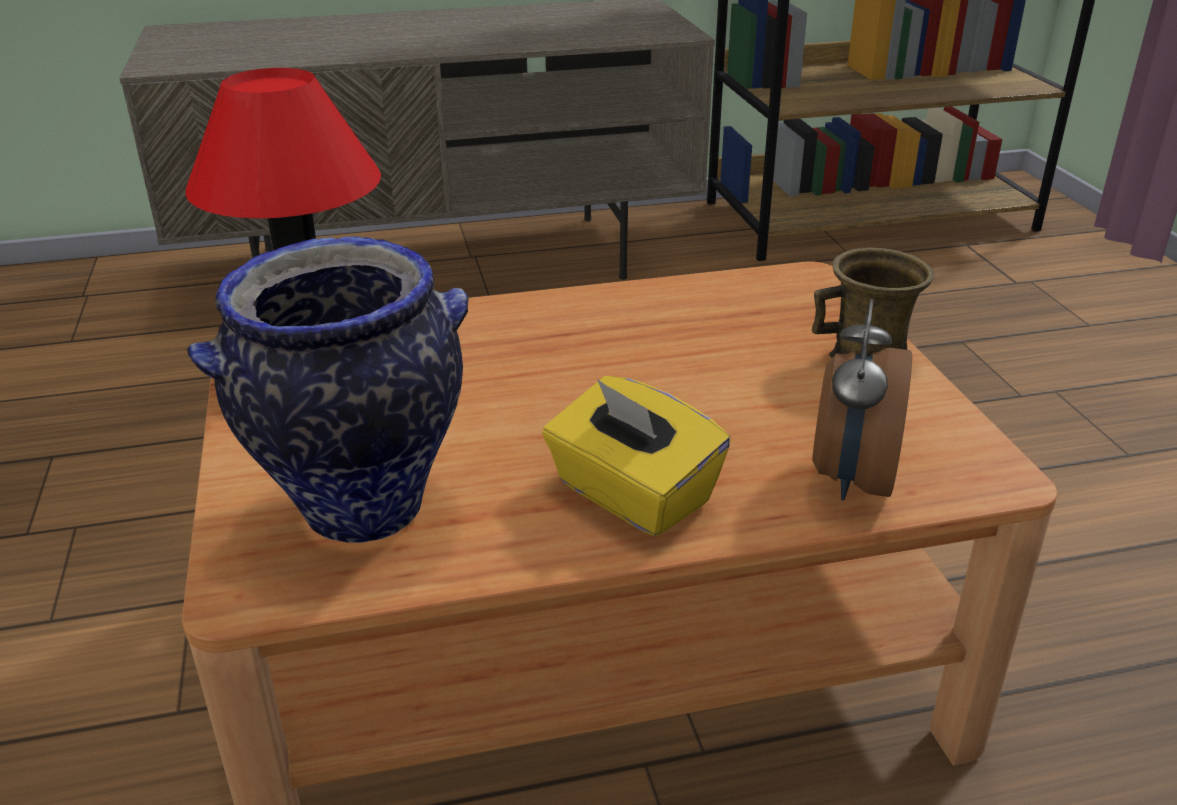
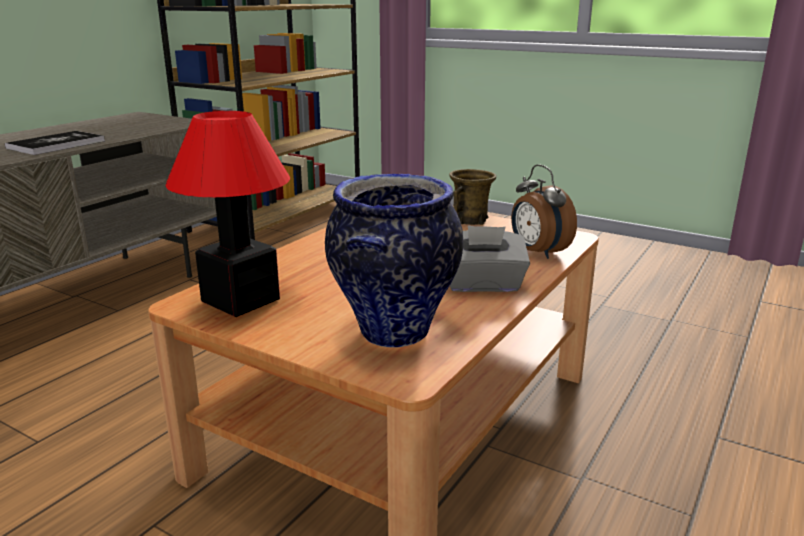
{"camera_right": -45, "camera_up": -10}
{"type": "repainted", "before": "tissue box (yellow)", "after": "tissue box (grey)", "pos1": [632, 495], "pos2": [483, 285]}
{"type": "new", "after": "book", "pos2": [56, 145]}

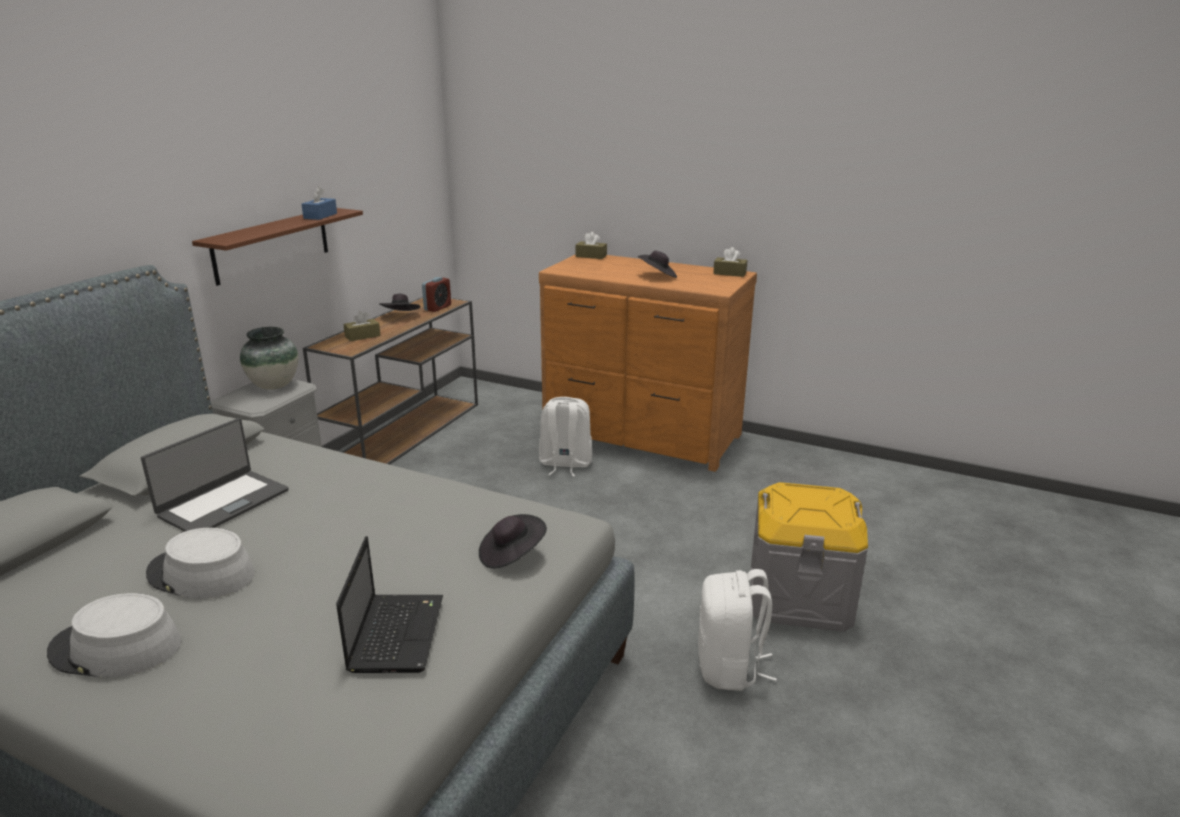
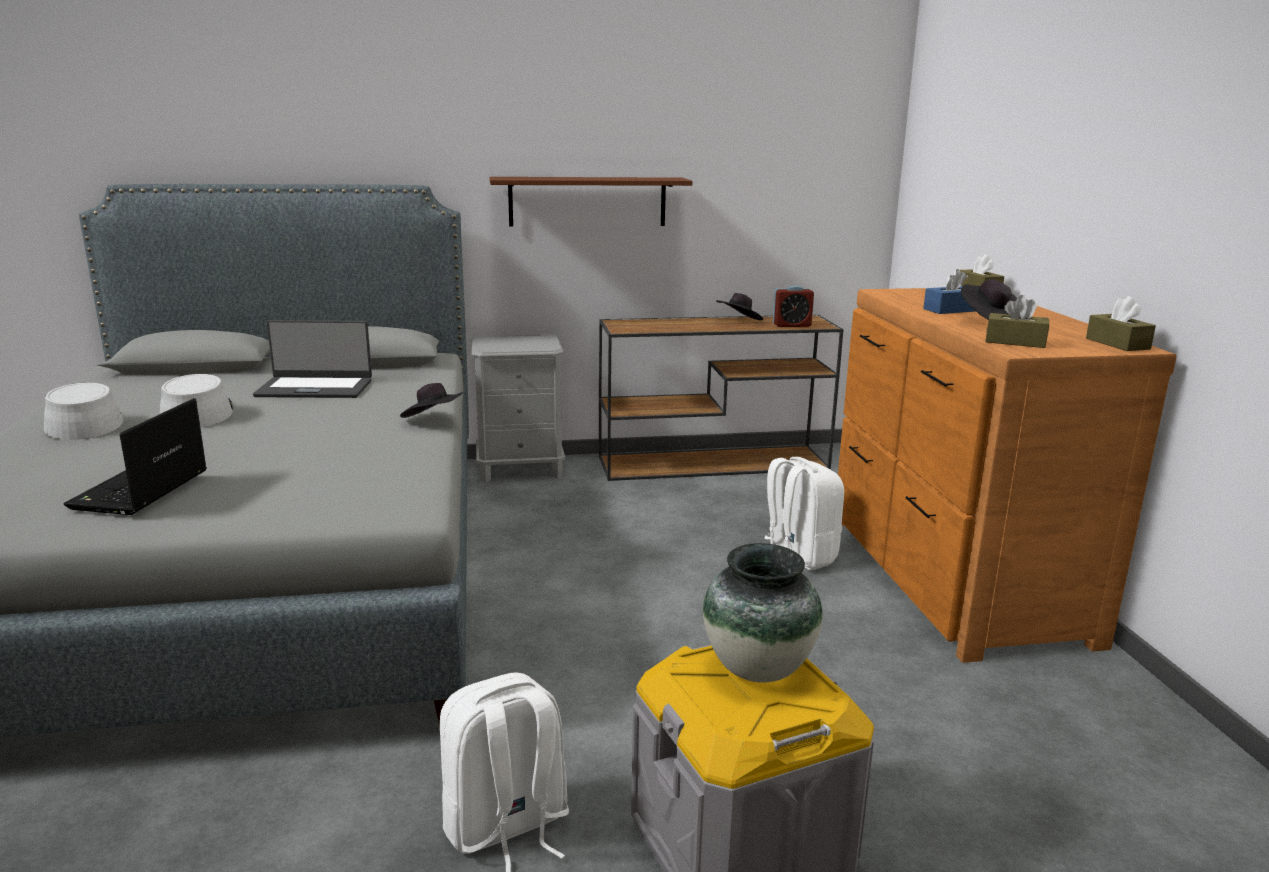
{"camera_right": 55, "camera_up": -5}
{"type": "shifted", "before": "vase", "pos1": [274, 386], "pos2": [757, 669]}
{"type": "shifted", "before": "tissue box (blue)", "pos1": [320, 216], "pos2": [950, 310]}
{"type": "rotated", "before": "laptop", "pos1": [396, 632], "pos2": [139, 491], "turn": 135}
{"type": "shifted", "before": "tissue box (brown)", "pos1": [362, 336], "pos2": [1015, 342]}
{"type": "shifted", "before": "hat (black)", "pos1": [511, 555], "pos2": [434, 421]}

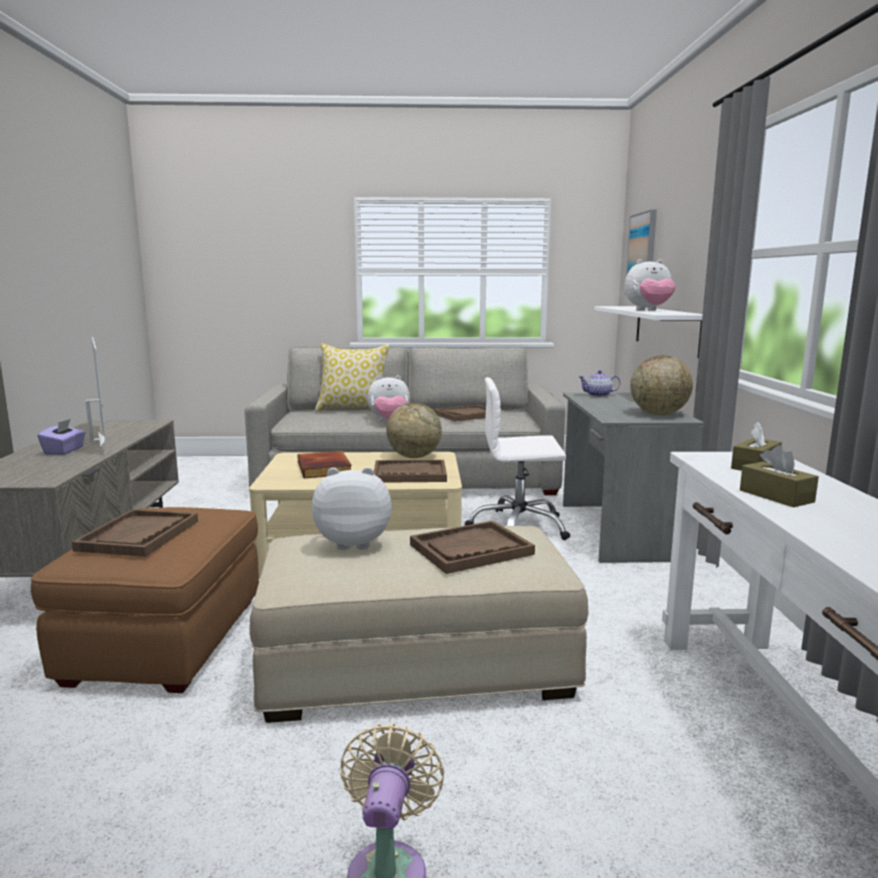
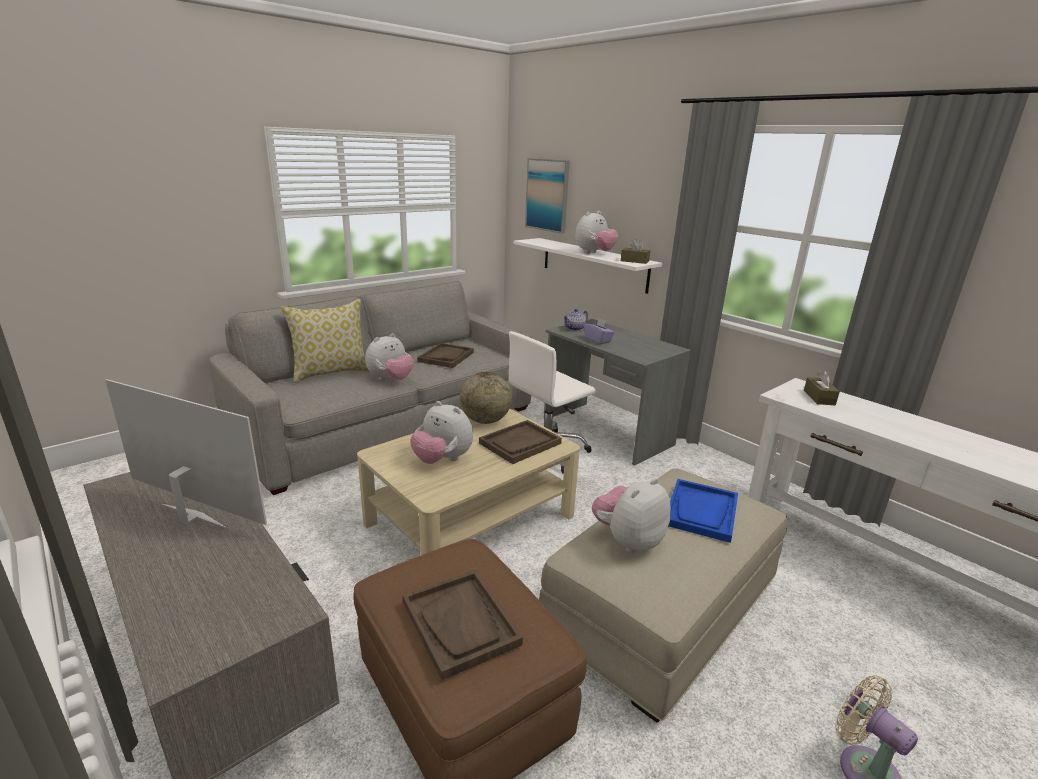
{"camera_right": -40, "camera_up": 10}
{"type": "shifted", "before": "tissue box (purple)", "pos1": [64, 451], "pos2": [598, 340]}
{"type": "swapped", "before": "book", "after": "plush toy", "pos1": [325, 468], "pos2": [442, 460]}
{"type": "repainted", "before": "tray (brown)", "after": "tray (blue)", "pos1": [471, 550], "pos2": [701, 511]}
{"type": "gone", "before": "globe", "pos1": [658, 414]}
{"type": "shifted", "before": "tissue box (brown)", "pos1": [776, 496], "pos2": [634, 261]}

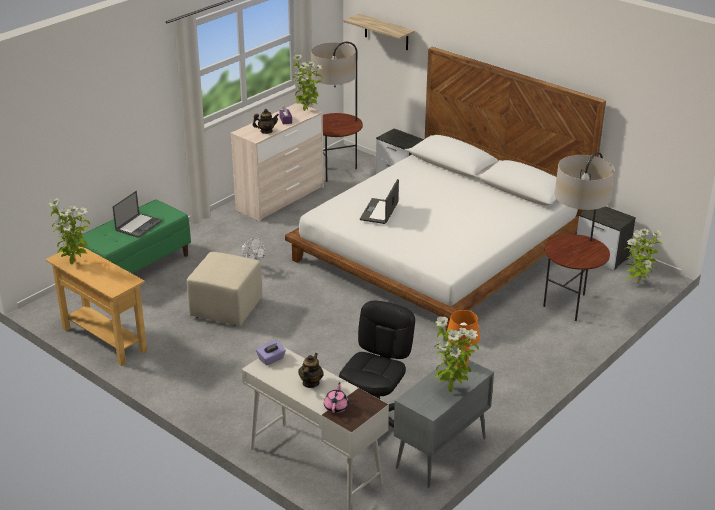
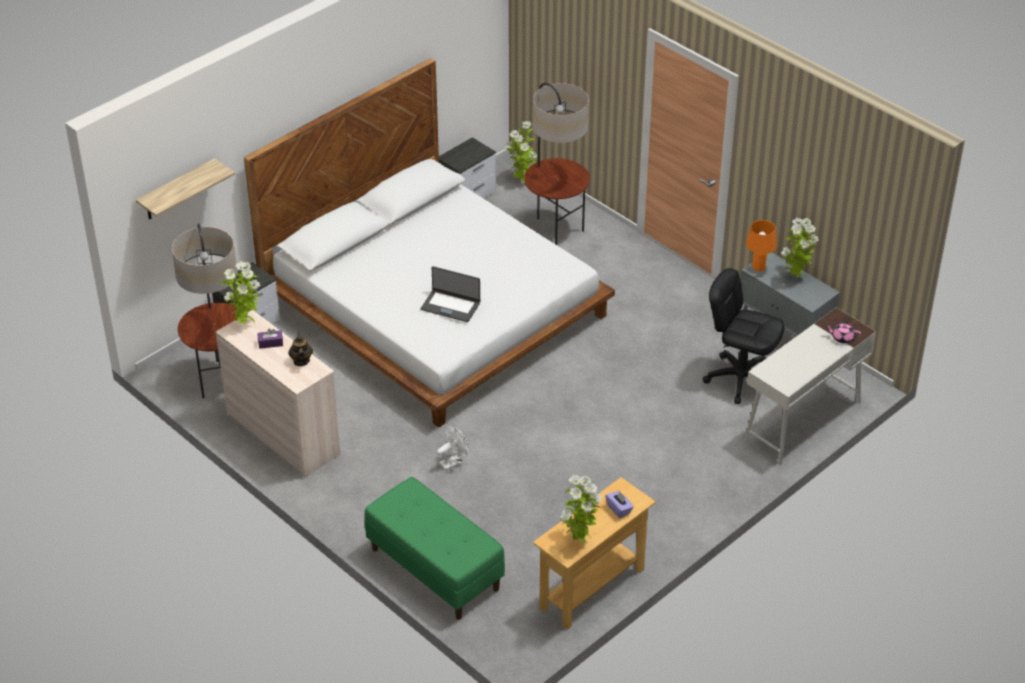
{"camera_right": -85, "camera_up": 10}
{"type": "gone", "before": "laptop", "pos1": [138, 225]}
{"type": "gone", "before": "ottoman (beige)", "pos1": [226, 308]}
{"type": "shifted", "before": "tissue box (purple)", "pos1": [271, 359], "pos2": [619, 509]}
{"type": "gone", "before": "teapot", "pos1": [310, 383]}

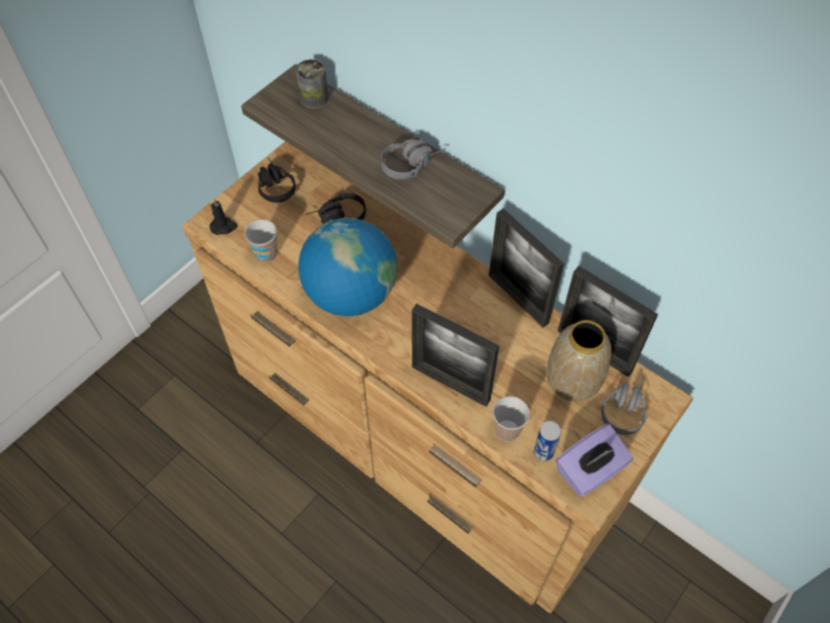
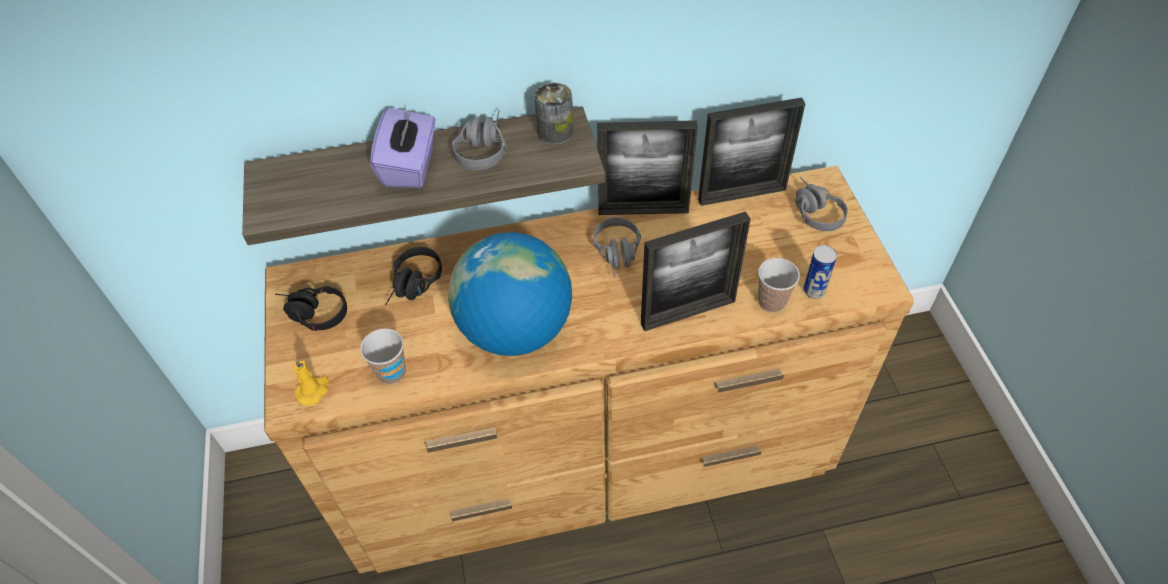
{"camera_right": -50, "camera_up": -5}
{"type": "repainted", "before": "candle (black)", "after": "candle (yellow)", "pos1": [224, 227], "pos2": [314, 390]}
{"type": "shifted", "before": "can", "pos1": [314, 98], "pos2": [555, 132]}
{"type": "gone", "before": "vase", "pos1": [573, 382]}
{"type": "shifted", "before": "tissue box (purple)", "pos1": [590, 471], "pos2": [410, 166]}
{"type": "new", "after": "headphones (grey)", "pos2": [618, 256]}

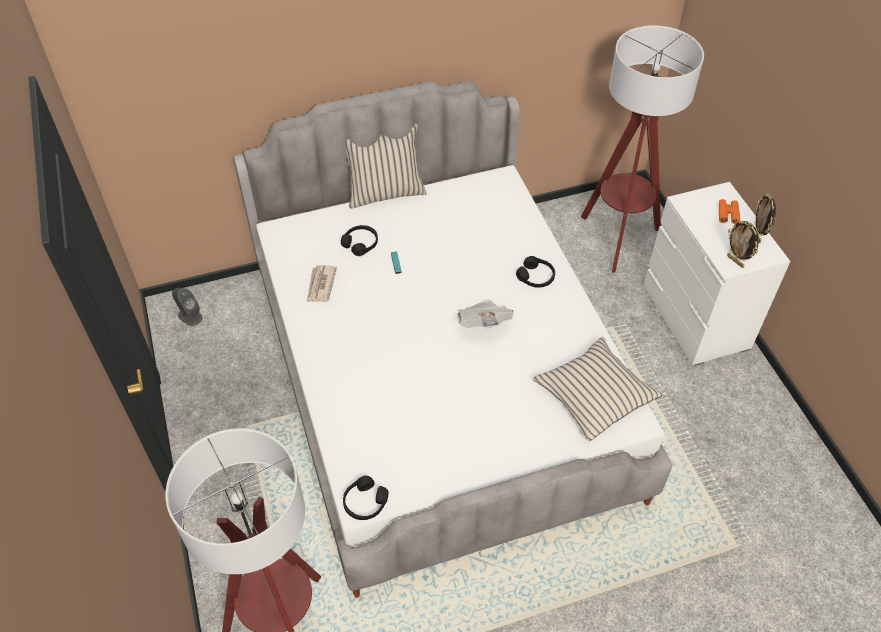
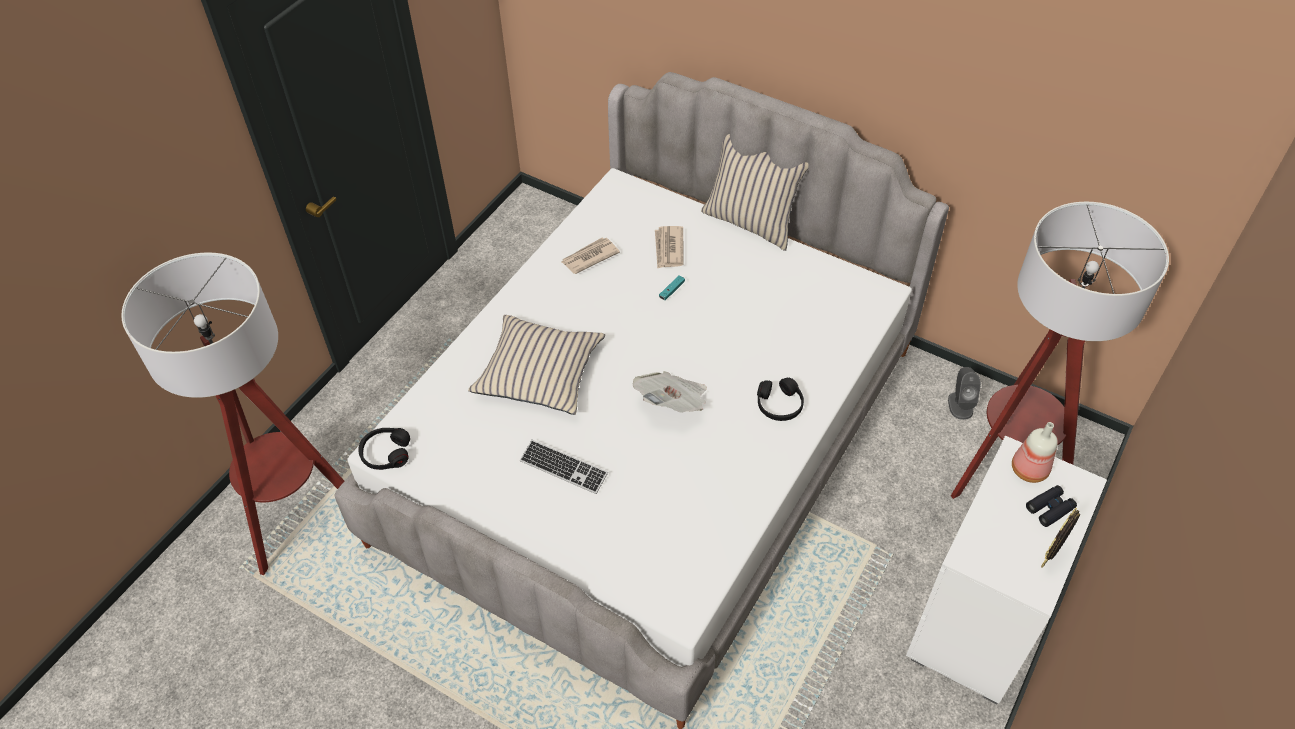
{"camera_right": 50, "camera_up": 0}
{"type": "shifted", "before": "speaker (grey)", "pos1": [190, 316], "pos2": [960, 405]}
{"type": "swapped", "before": "headphones (black)", "after": "newspaper", "pos1": [360, 243], "pos2": [668, 249]}
{"type": "shifted", "before": "pillow (beige)", "pos1": [594, 394], "pos2": [539, 372]}
{"type": "repainted", "before": "binoculars (orange)", "after": "binoculars (black)", "pos1": [728, 214], "pos2": [1050, 508]}
{"type": "gone", "before": "picture frame", "pos1": [735, 261]}
{"type": "new", "after": "keyboard", "pos2": [563, 468]}
{"type": "new", "after": "bottle", "pos2": [1027, 469]}

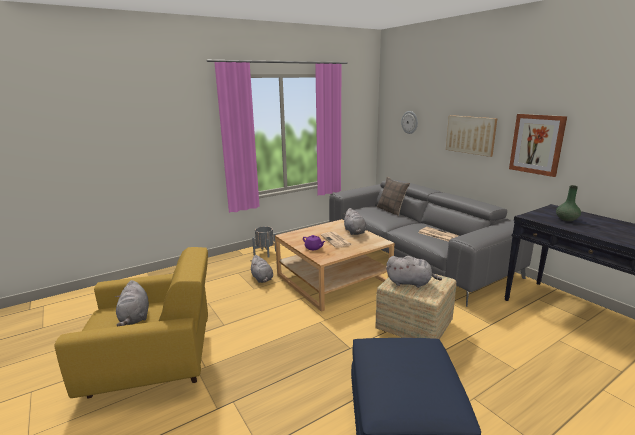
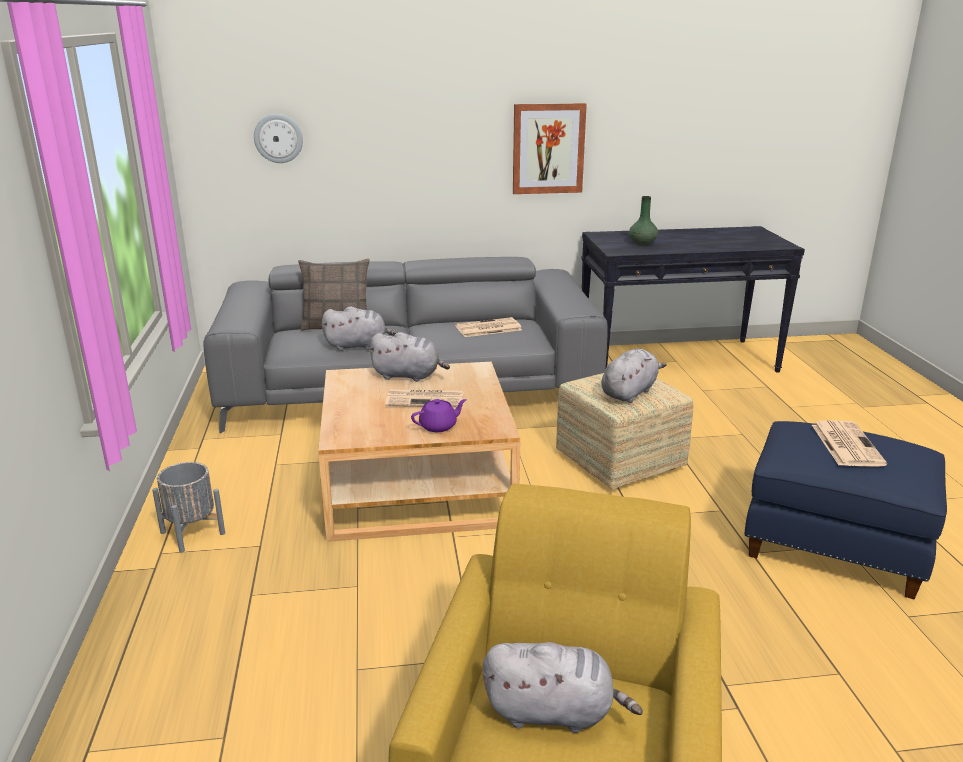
{"camera_right": -65, "camera_up": 5}
{"type": "shifted", "before": "plush toy (grey)", "pos1": [262, 279], "pos2": [358, 346]}
{"type": "gone", "before": "picture", "pos1": [470, 135]}
{"type": "new", "after": "newspaper", "pos2": [845, 444]}

